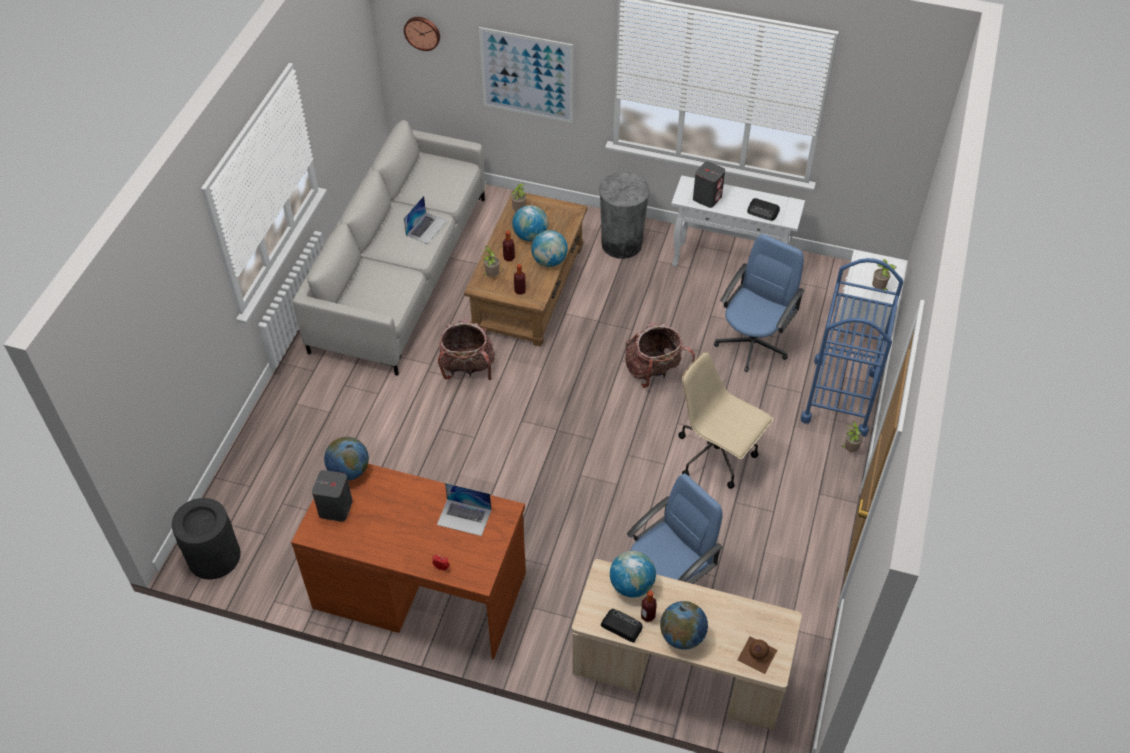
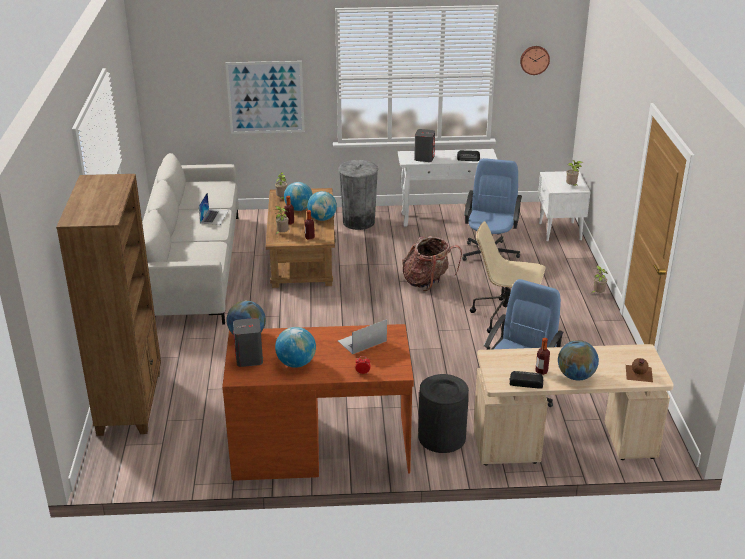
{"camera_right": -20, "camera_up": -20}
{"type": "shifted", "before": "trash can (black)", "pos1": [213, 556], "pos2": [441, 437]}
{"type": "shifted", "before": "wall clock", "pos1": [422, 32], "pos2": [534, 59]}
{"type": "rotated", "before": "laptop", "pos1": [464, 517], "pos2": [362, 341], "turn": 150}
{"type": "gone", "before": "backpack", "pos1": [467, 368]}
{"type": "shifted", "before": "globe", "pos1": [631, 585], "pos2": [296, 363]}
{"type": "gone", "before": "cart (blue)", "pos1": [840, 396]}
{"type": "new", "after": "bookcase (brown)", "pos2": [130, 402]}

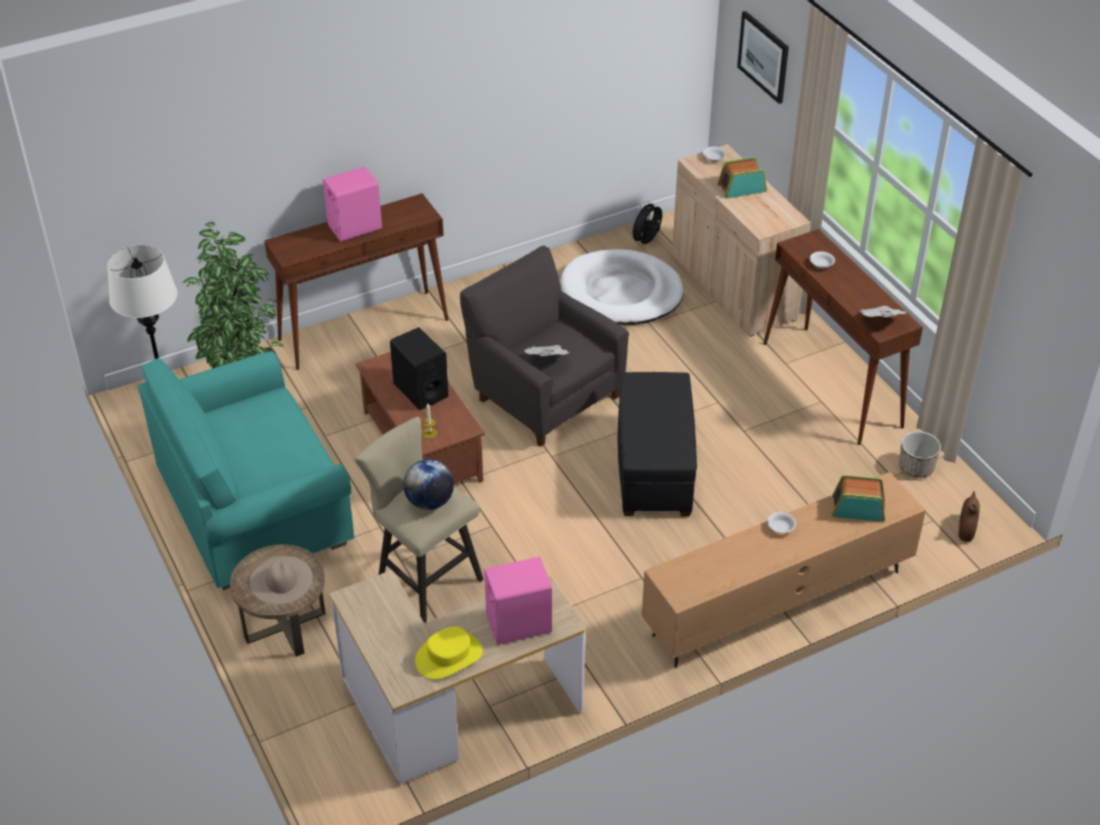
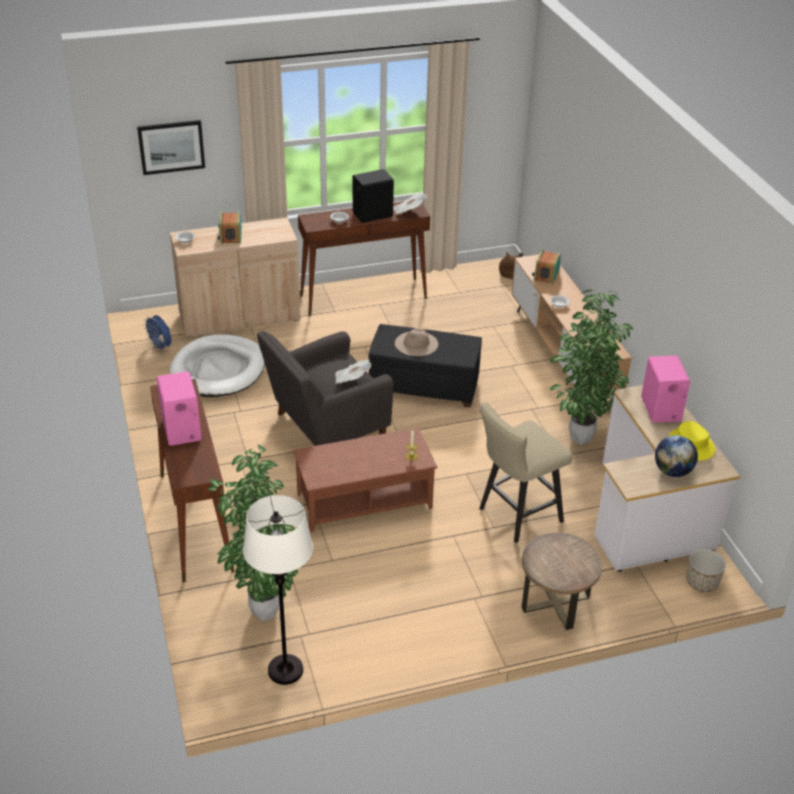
{"camera_right": -80, "camera_up": -5}
{"type": "gone", "before": "sofa (turquoise)", "pos1": [254, 504]}
{"type": "shifted", "before": "hat (beige)", "pos1": [281, 580], "pos2": [416, 343]}
{"type": "shifted", "before": "speaker (black)", "pos1": [420, 390], "pos2": [372, 214]}
{"type": "shifted", "before": "globe", "pos1": [429, 502], "pos2": [672, 471]}
{"type": "repainted", "before": "fan (black)", "after": "fan (blue)", "pos1": [646, 242], "pos2": [160, 347]}
{"type": "shifted", "before": "planter", "pos1": [916, 467], "pos2": [701, 582]}
{"type": "new", "after": "potted plant", "pos2": [579, 439]}

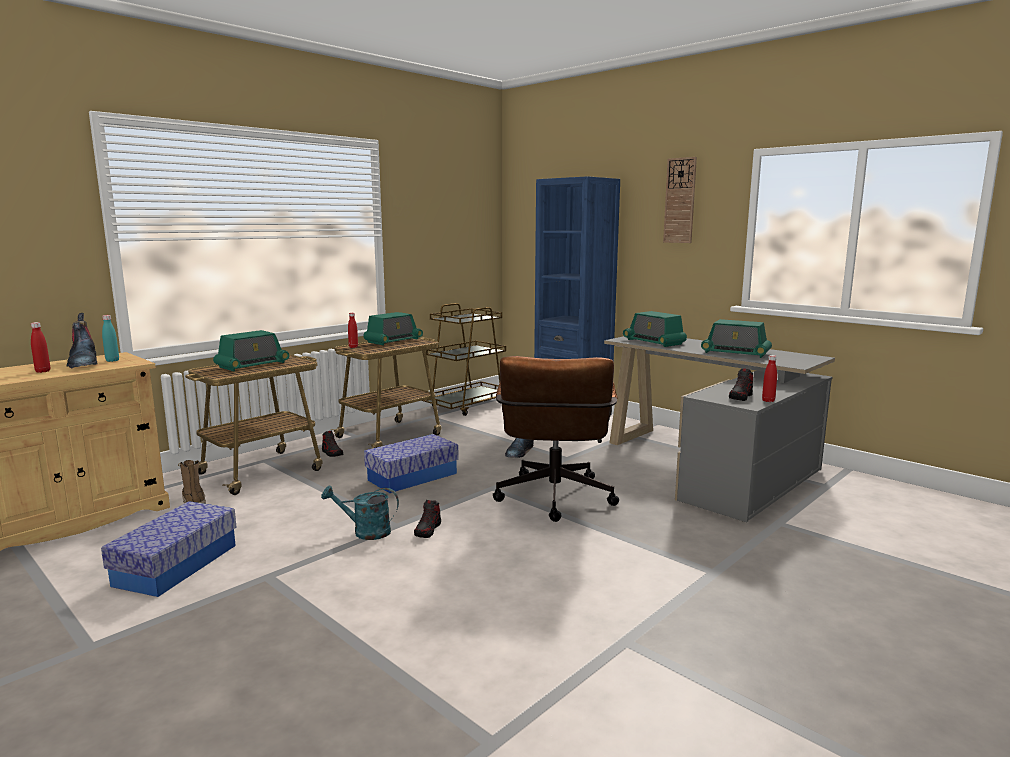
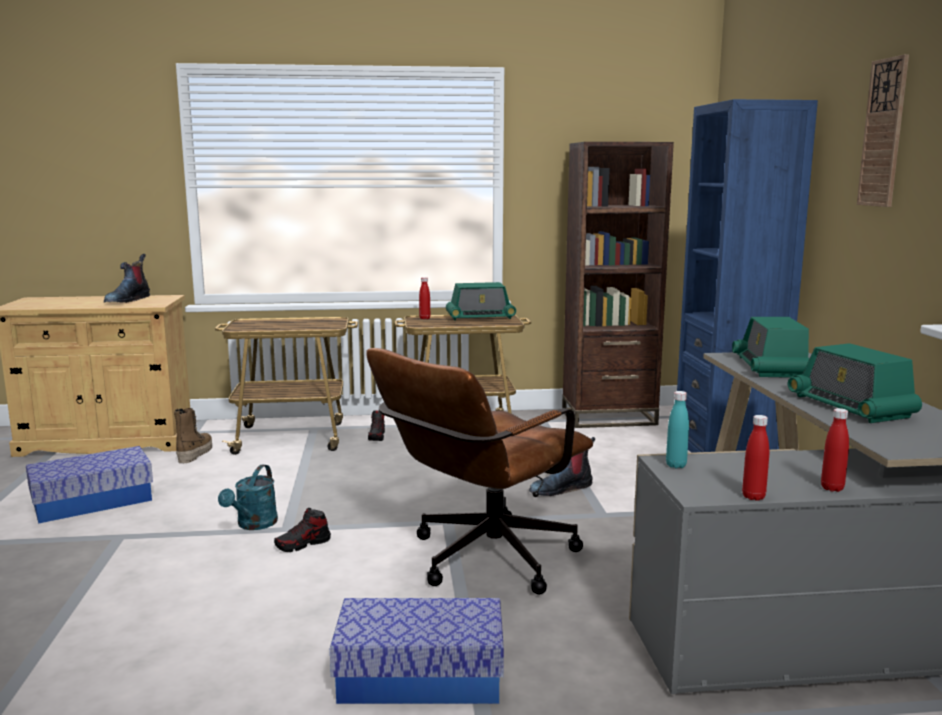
{"camera_right": 40, "camera_up": 0}
{"type": "shifted", "before": "bottle (red)", "pos1": [43, 371], "pos2": [832, 488]}
{"type": "shifted", "before": "bottle (turquoise)", "pos1": [112, 360], "pos2": [676, 465]}
{"type": "gone", "before": "radio", "pos1": [252, 365]}
{"type": "rotated", "before": "watering can (turquoise)", "pos1": [365, 532], "pos2": [253, 525], "turn": -120}
{"type": "shifted", "before": "storage box", "pos1": [412, 477], "pos2": [420, 677]}
{"type": "swapped", "before": "cart (brown)", "after": "bookcase (brown)", "pos1": [467, 406], "pos2": [609, 418]}
{"type": "gone", "before": "shoe", "pos1": [740, 397]}

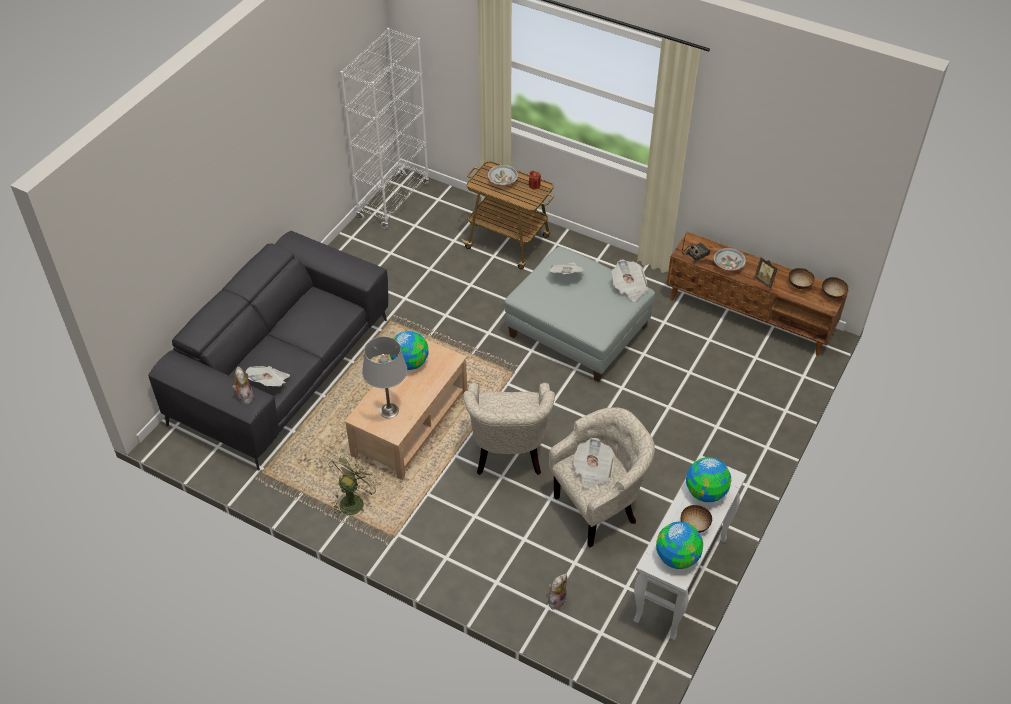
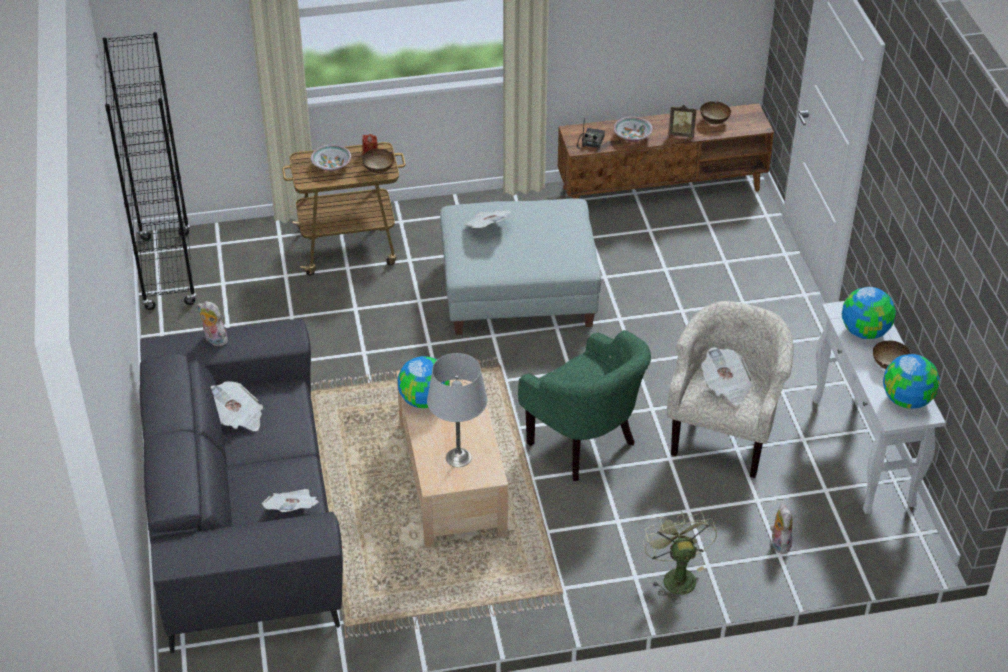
{"camera_right": -40, "camera_up": -5}
{"type": "shifted", "before": "plush toy", "pos1": [244, 396], "pos2": [214, 340]}
{"type": "shifted", "before": "fan (green)", "pos1": [353, 500], "pos2": [676, 576]}
{"type": "repainted", "before": "bookcase (white)", "after": "bookcase (black)", "pos1": [393, 201], "pos2": [167, 271]}
{"type": "repainted", "before": "armchair (beige)", "after": "armchair (green)", "pos1": [508, 456], "pos2": [586, 446]}
{"type": "shifted", "before": "newspaper", "pos1": [629, 288], "pos2": [238, 417]}
{"type": "shifted", "before": "bowl", "pos1": [832, 295], "pos2": [378, 170]}

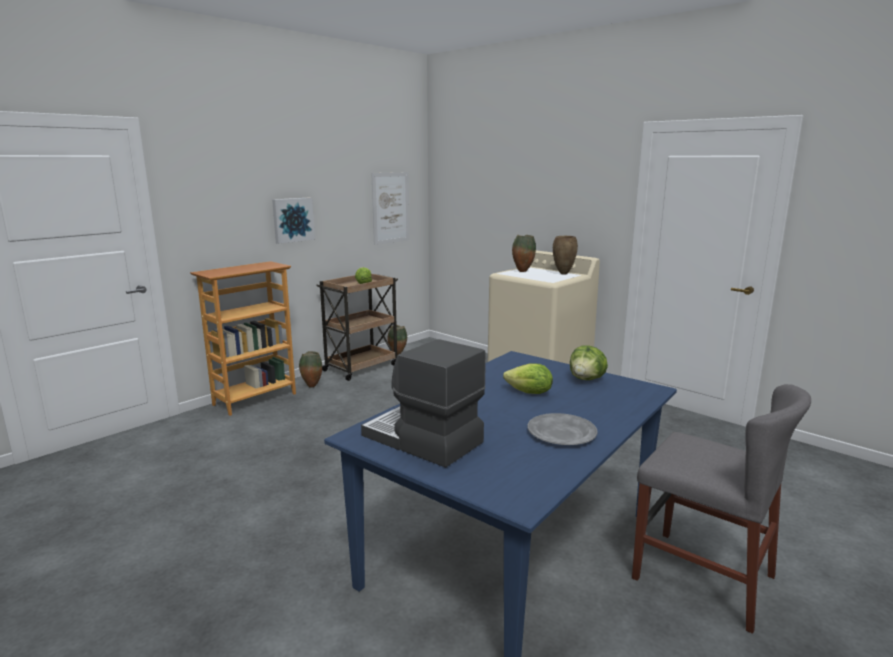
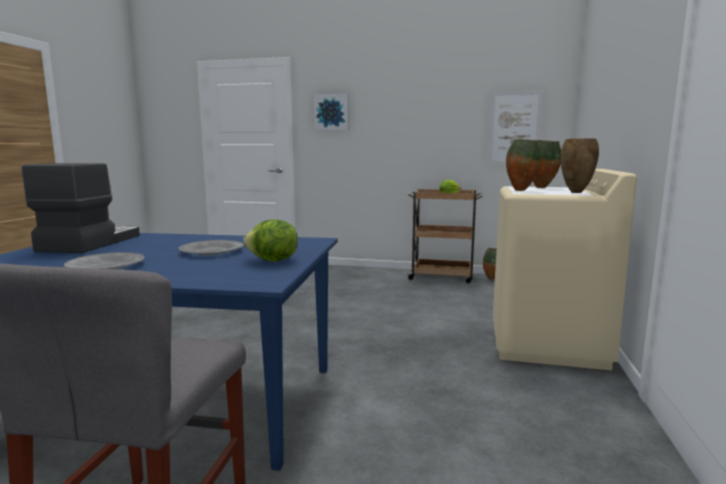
{"camera_right": 60, "camera_up": -5}
{"type": "gone", "before": "bookcase", "pos1": [254, 399]}
{"type": "shifted", "before": "picture", "pos1": [292, 220], "pos2": [332, 112]}
{"type": "shifted", "before": "vase", "pos1": [311, 386], "pos2": [520, 190]}
{"type": "swapped", "before": "lettuce", "after": "plate (grey)", "pos1": [529, 393], "pos2": [211, 251]}

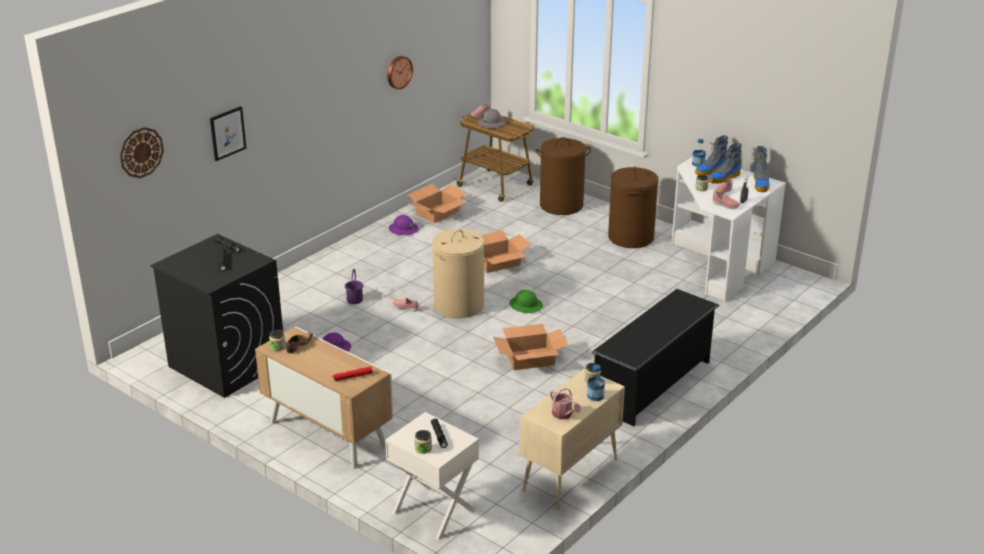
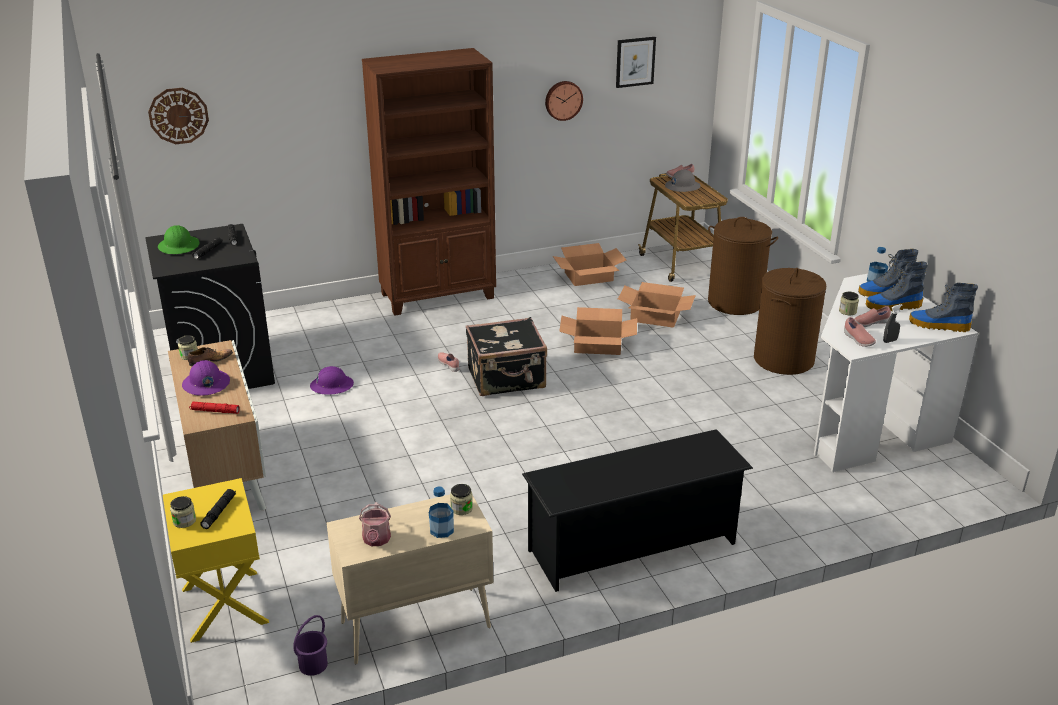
{"camera_right": 30, "camera_up": 0}
{"type": "shifted", "before": "picture", "pos1": [227, 133], "pos2": [635, 62]}
{"type": "shifted", "before": "bucket (purple)", "pos1": [355, 300], "pos2": [313, 665]}
{"type": "repainted", "before": "nightstand (white)", "after": "nightstand (yellow)", "pos1": [433, 512], "pos2": [223, 606]}
{"type": "shifted", "before": "hard hat (purple)", "pos1": [403, 229], "pos2": [206, 384]}
{"type": "swapped", "before": "laundry basket (beige)", "after": "suitcase (black)", "pos1": [459, 305], "pos2": [507, 379]}
{"type": "shifted", "before": "cardboard box", "pos1": [530, 358], "pos2": [655, 316]}
{"type": "shifted", "before": "hard hat (green)", "pos1": [526, 305], "pos2": [179, 246]}
{"type": "rotated", "before": "boot", "pos1": [760, 184], "pos2": [938, 326], "turn": 75}
{"type": "new", "after": "bookcase (brown)", "pos2": [438, 296]}

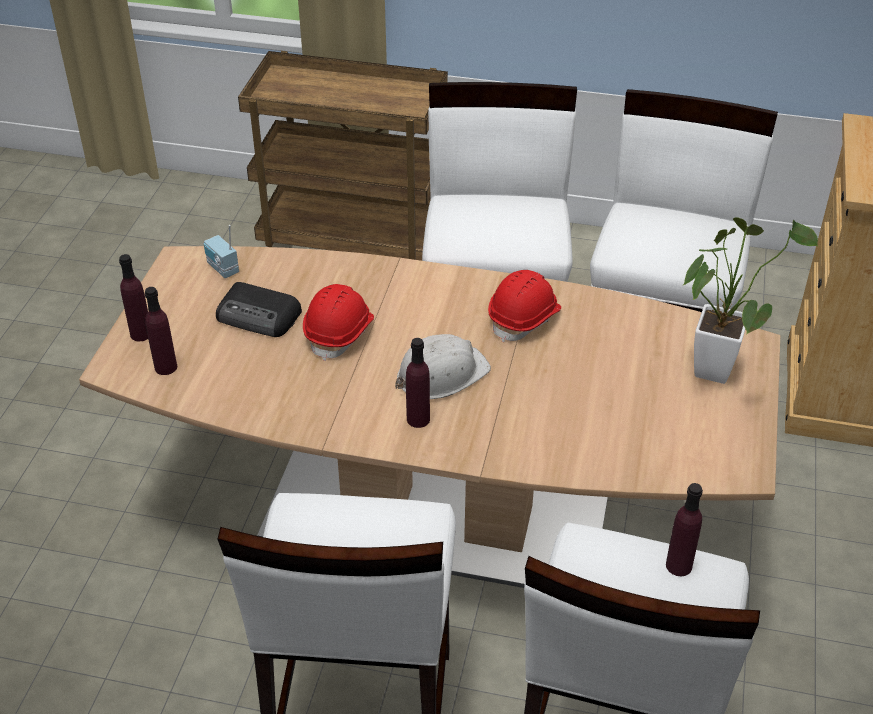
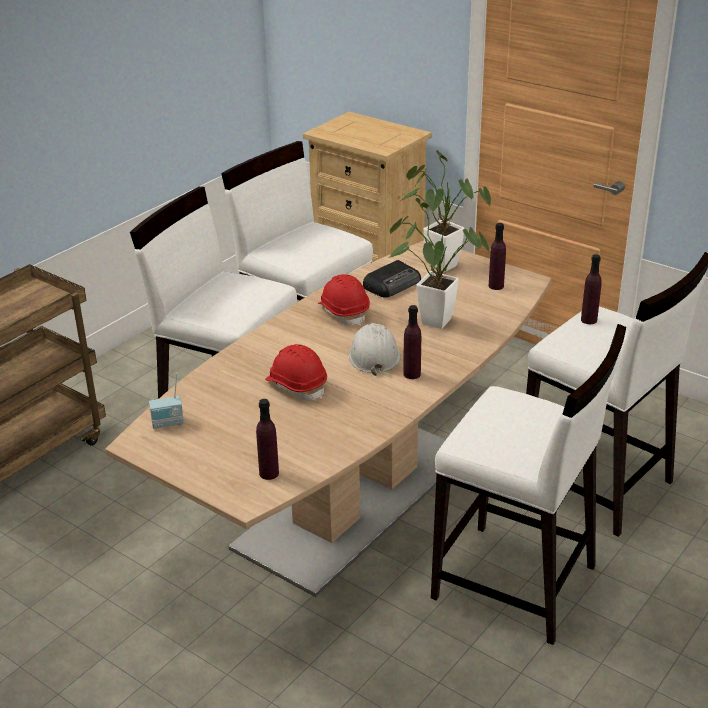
{"camera_right": -65, "camera_up": -10}
{"type": "shifted", "before": "bottle (purple)", "pos1": [141, 334], "pos2": [496, 286]}
{"type": "shifted", "before": "radio", "pos1": [259, 316], "pos2": [393, 284]}
{"type": "new", "after": "potted plant", "pos2": [430, 320]}

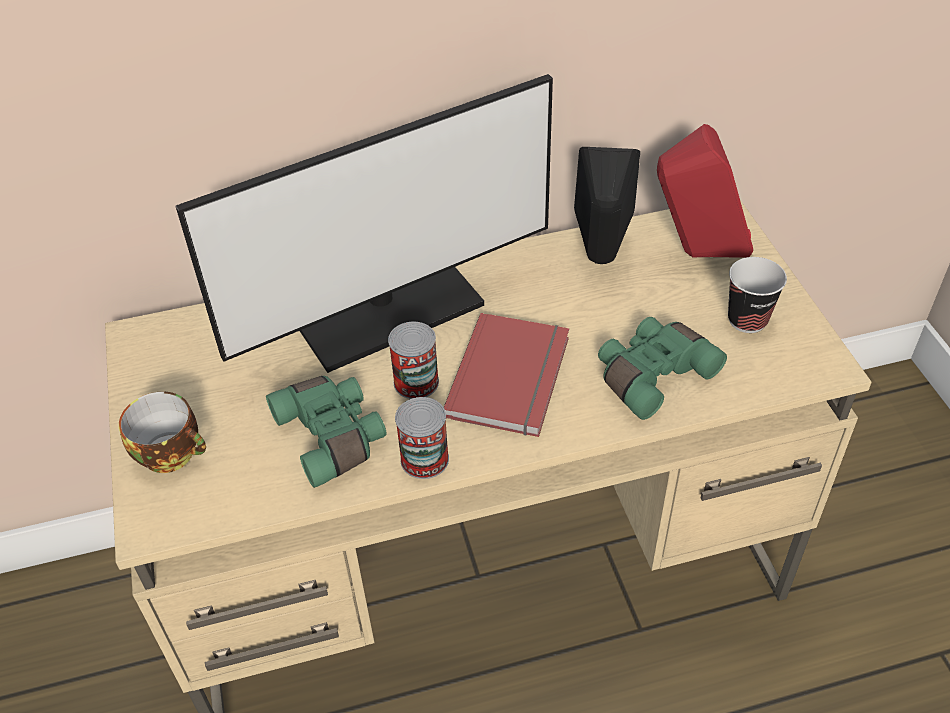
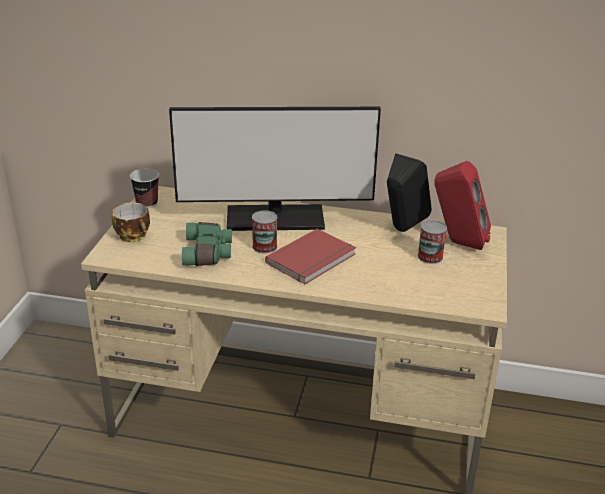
{"camera_right": 25, "camera_up": -15}
{"type": "shifted", "before": "can", "pos1": [424, 459], "pos2": [430, 257]}
{"type": "gone", "before": "binoculars (green)", "pos1": [652, 374]}
{"type": "shifted", "before": "cup", "pos1": [747, 320], "pos2": [147, 203]}

